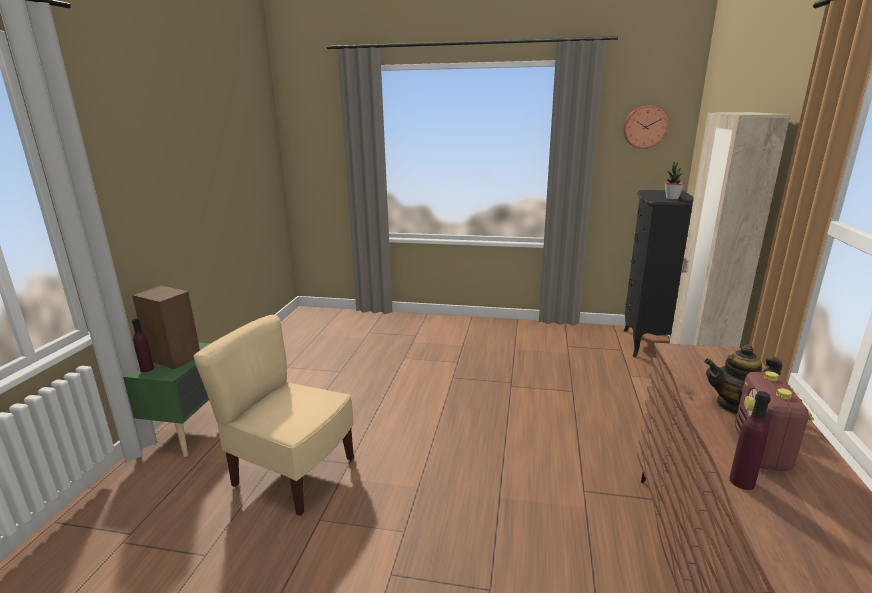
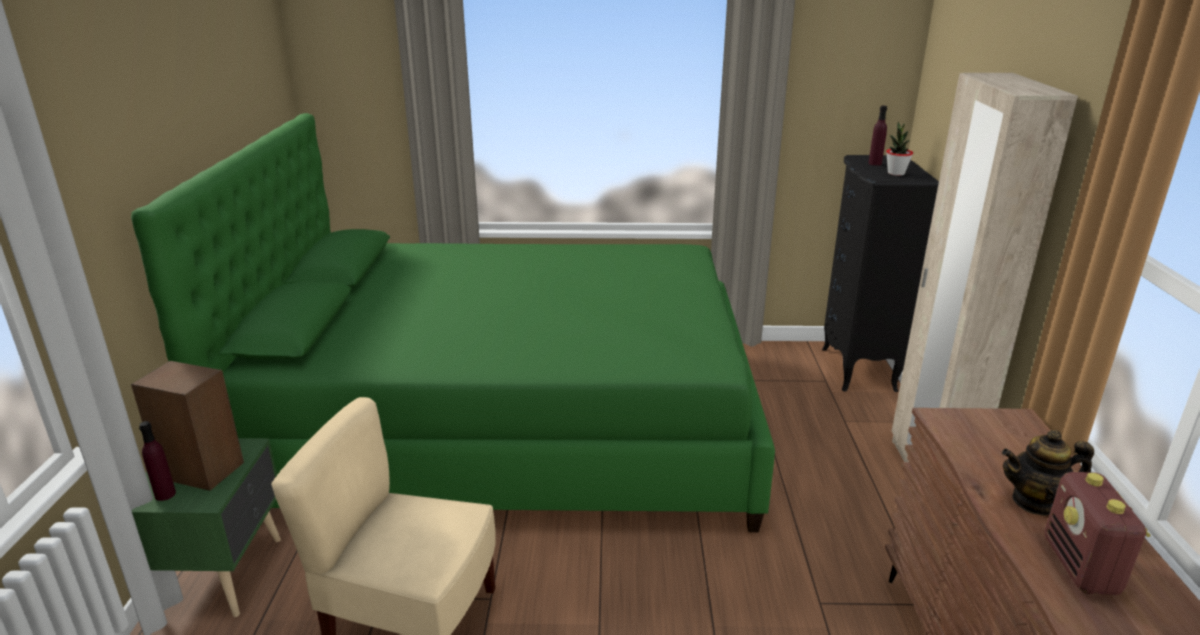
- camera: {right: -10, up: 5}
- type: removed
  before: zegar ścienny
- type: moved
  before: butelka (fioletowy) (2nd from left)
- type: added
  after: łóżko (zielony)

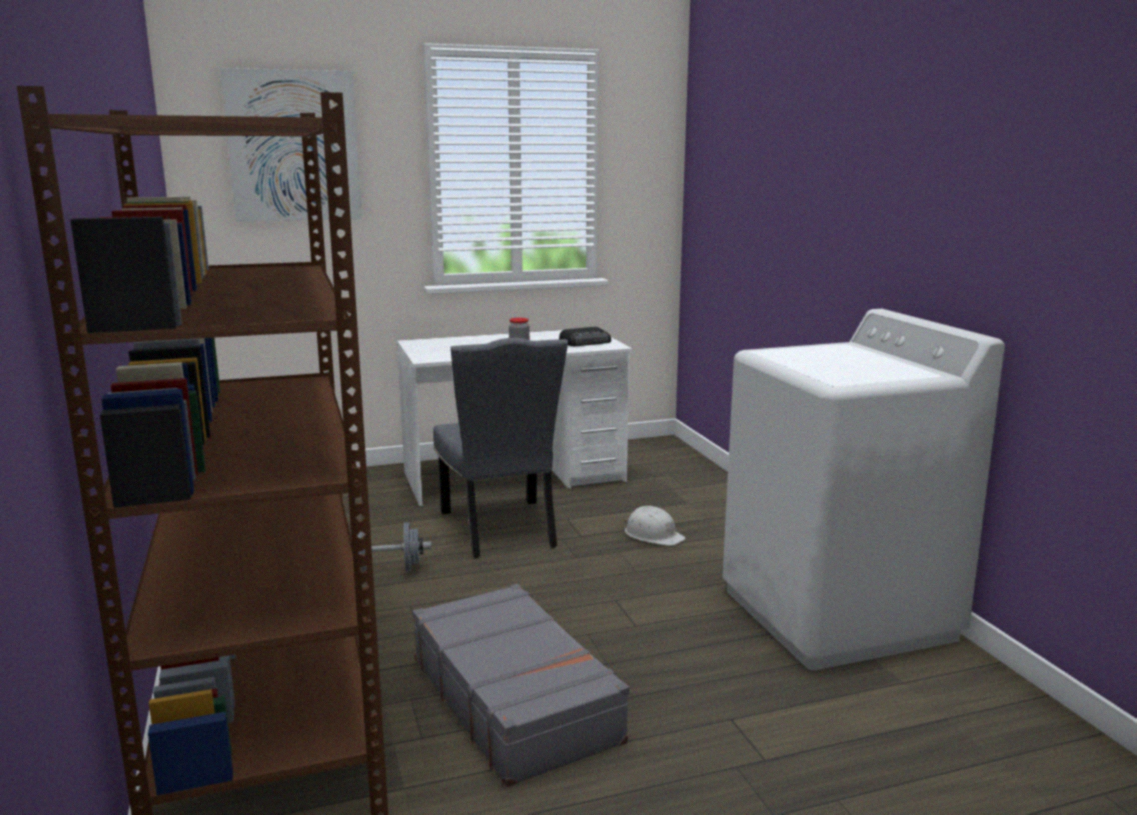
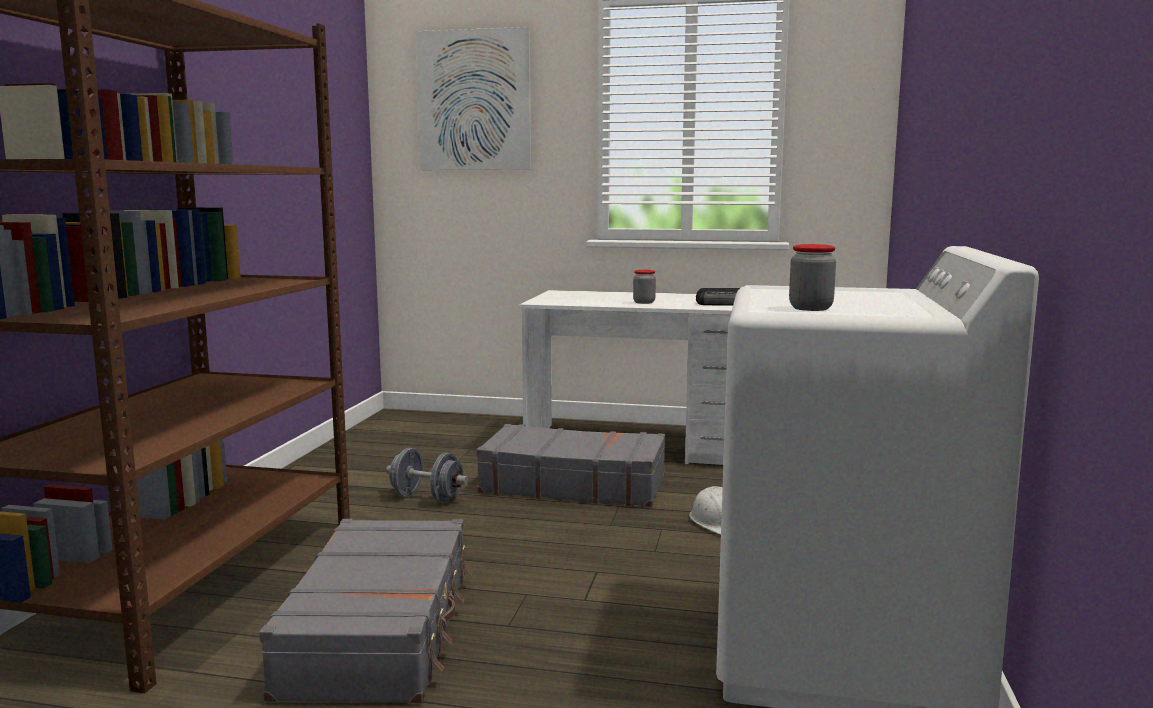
- camera: {right: 30, up: -5}
- type: replaced
  before: krzesło (szary)
  after: walizka (szary) (2nd from left)
- type: added
  after: słoik (2nd from left)

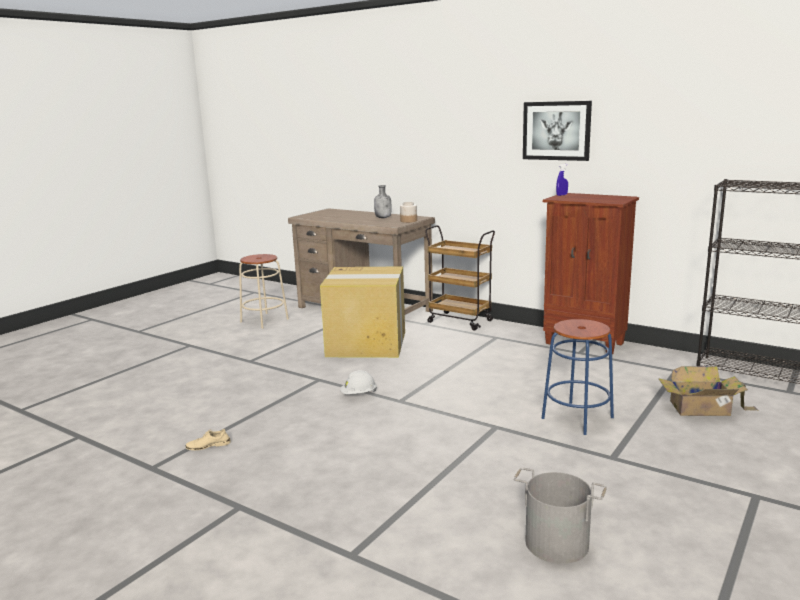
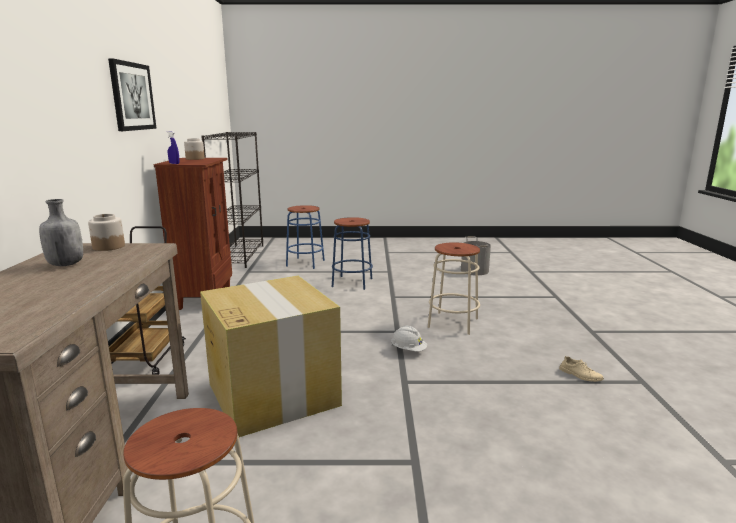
- camera: {right: -125, up: 0}
- type: replaced
  before: karton (2nd from left)
  after: stołek (niebieski) (1st from left)
- type: added
  after: słoik (2nd from left)
- type: added
  after: stołek (beżowy) (2nd from left)

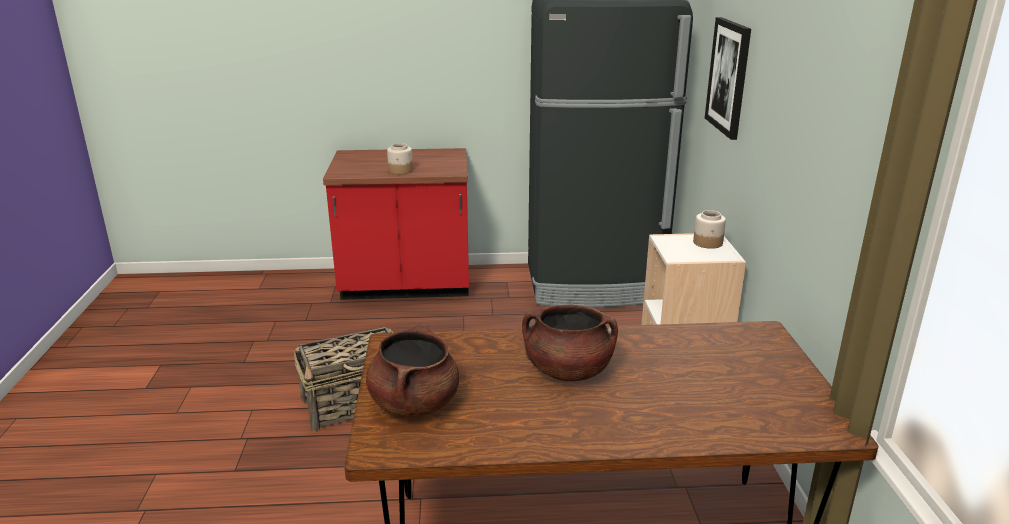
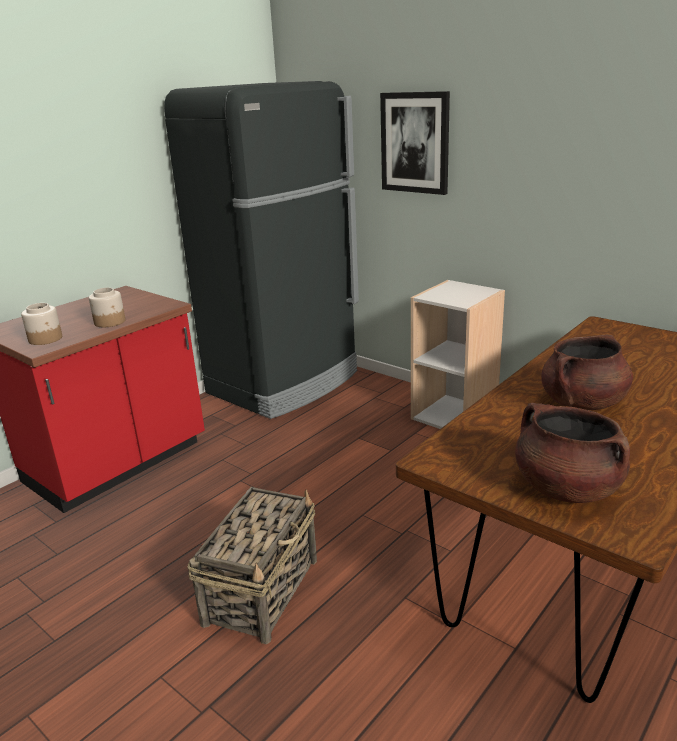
- camera: {right: -45, up: 0}
- type: moved
  before: słoik (2nd from left in the first image)
  after: słoik (1st from left)

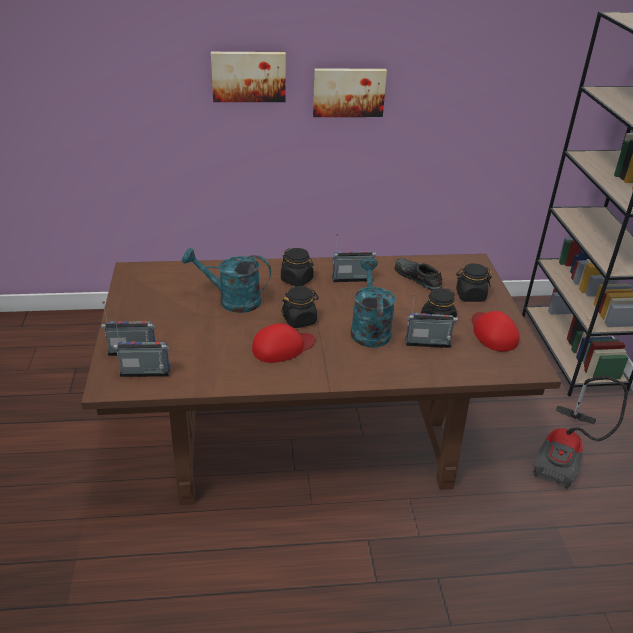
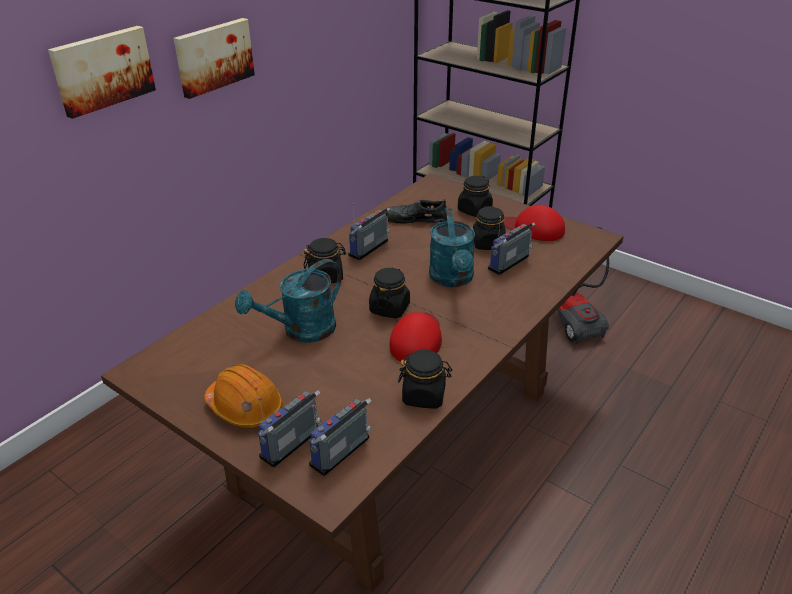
- camera: {right: -45, up: 0}
- type: turned
  before: konewka (turkusowy) (2nd from left)
  turn: -135
- type: added
  after: kask (pomarańczowy)
- type: added
  after: słoik (czarny) (3rd from left)

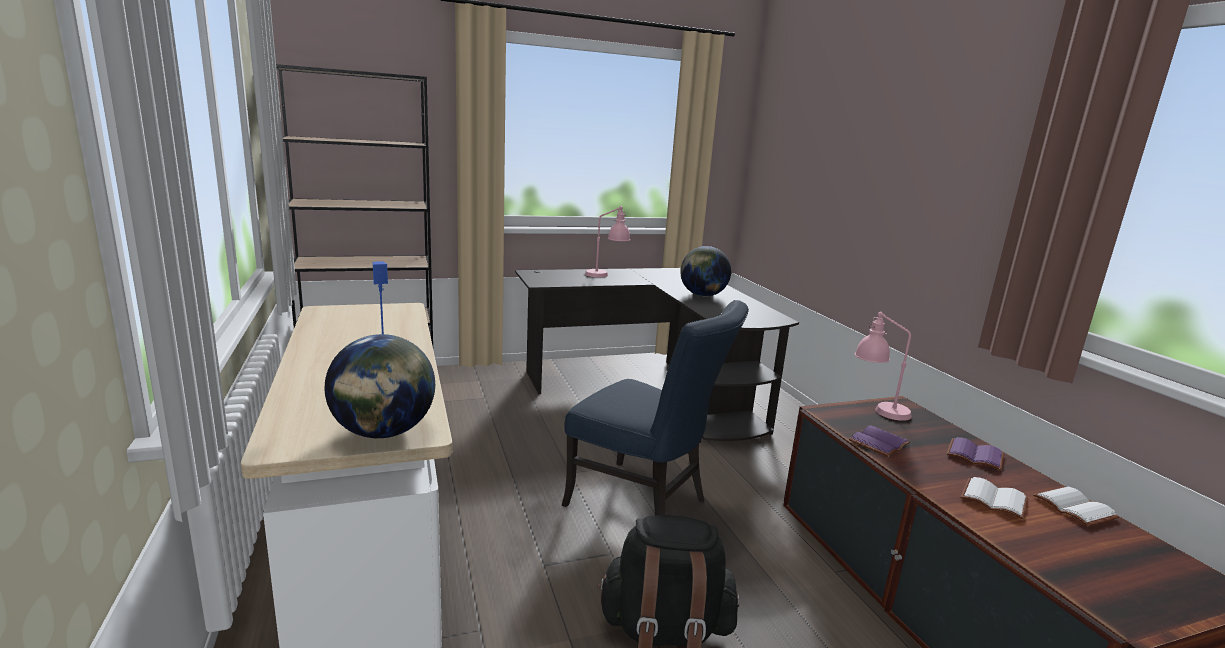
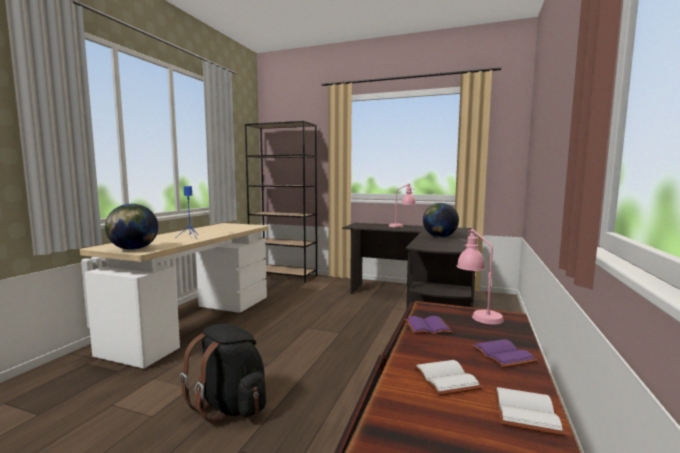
- camera: {right: 40, up: -10}
- type: removed
  before: krzesło (niebieski)

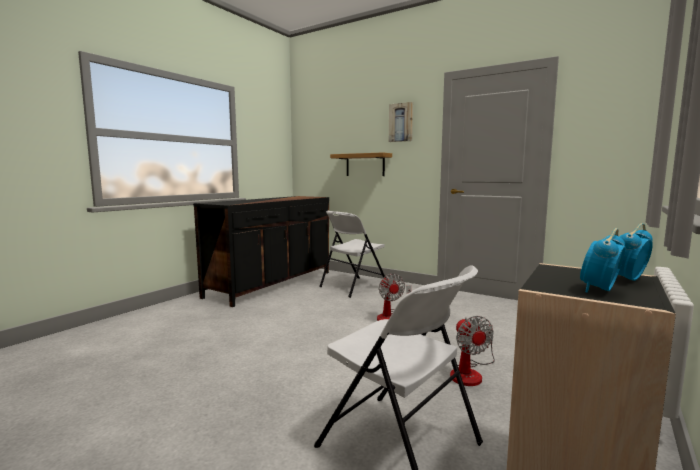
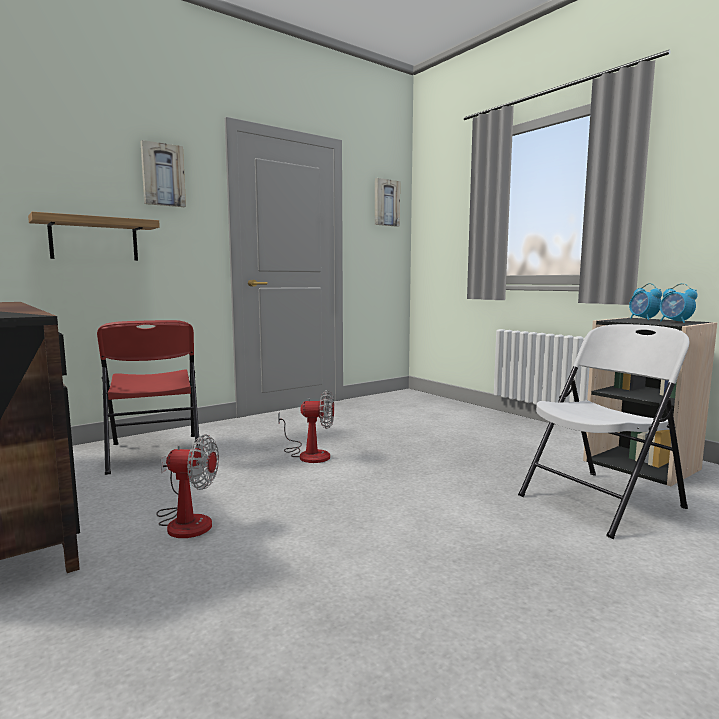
- camera: {right: -70, up: 0}
- type: recoloured
  before: krzesło (biały) (1st from left)
  after: krzesło (czerwony)
- type: moved
  before: wentylator (2nd from left in the first image)
  after: wentylator (1st from left)
- type: added
  after: obraz (2nd from left)

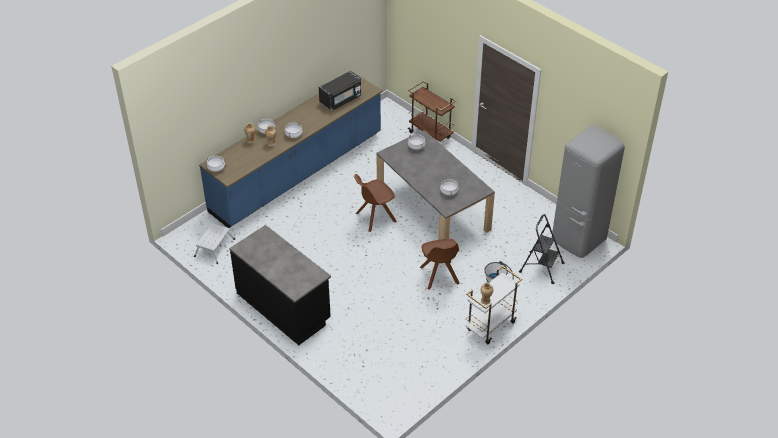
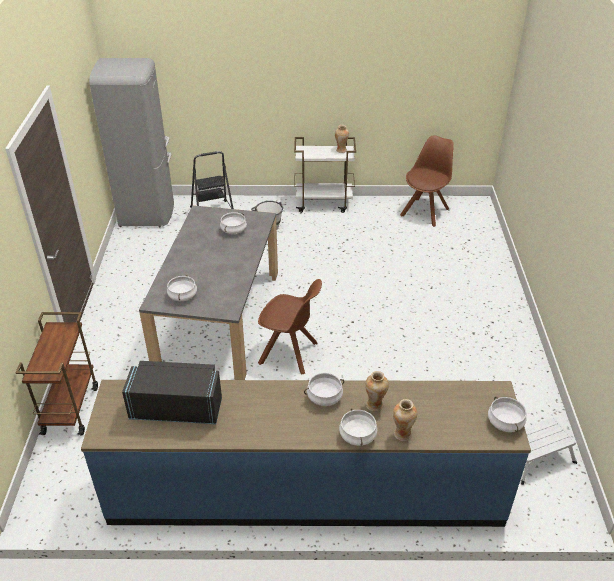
- camera: {right: -135, up: -5}
- type: removed
  before: zabudowa kuchenna (czarny)
- type: moved
  before: krzesło (brązowy) (2nd from left)

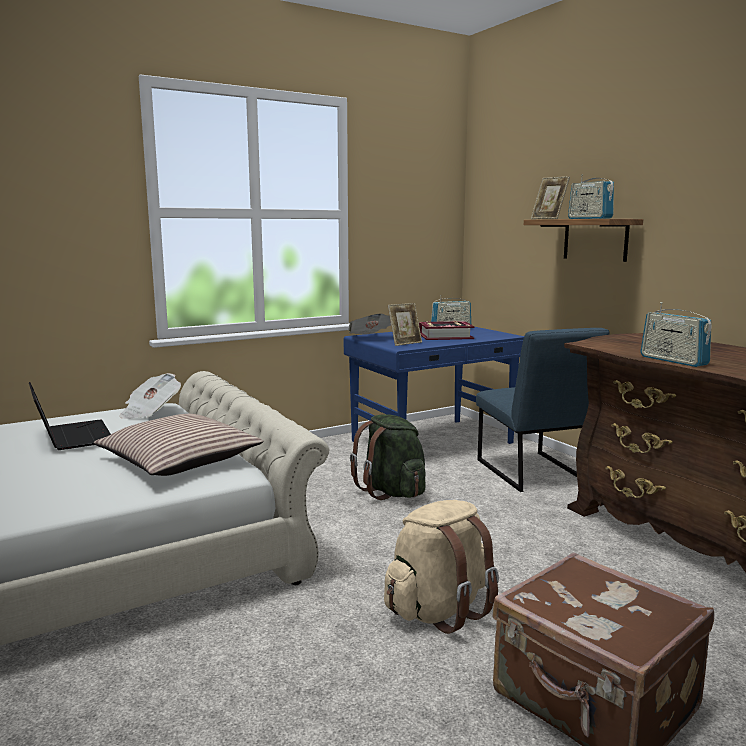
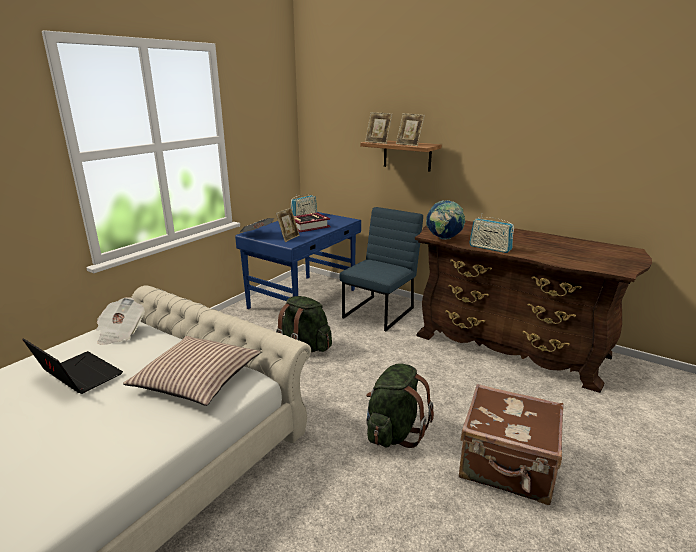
- camera: {right: -25, up: 10}
- type: recoloured
  before: plecak (beżowy)
  after: plecak (zielony) (2nd from left)
- type: turned
  before: krzesło (niebieski)
  turn: -105
- type: replaced
  before: radio (2nd from left)
  after: ramka na zdjęcie (3rd from left)
- type: added
  after: globus

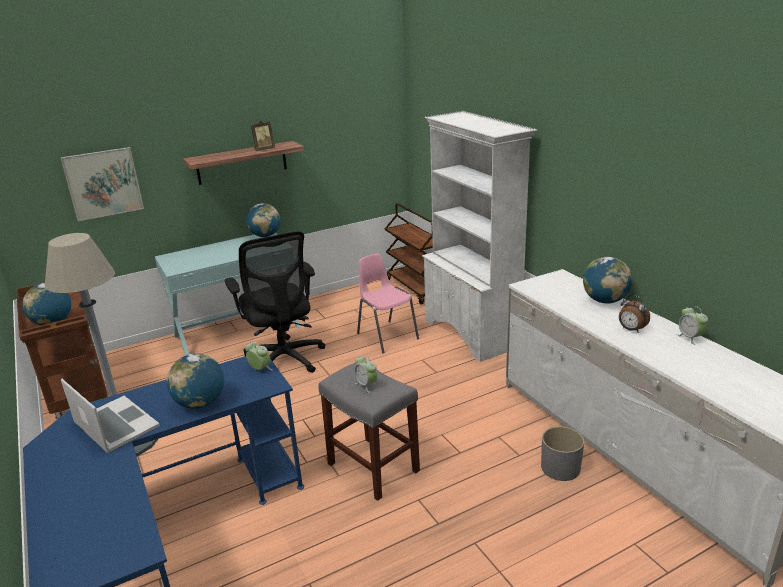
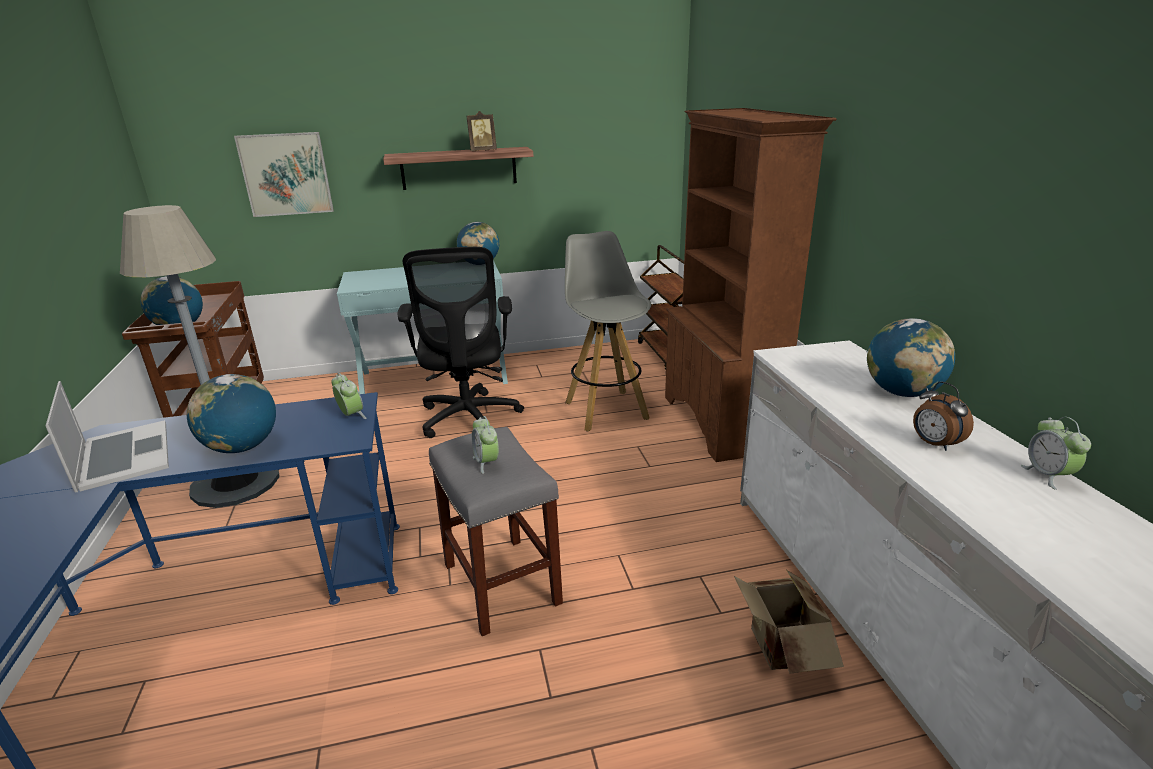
- camera: {right: 15, up: 0}
- type: replaced
  before: krzesło (różowy)
  after: stołek (szary) (2nd from left)
- type: recoloured
  before: regał (biały)
  after: regał (brązowy)
- type: replaced
  before: donica (szary)
  after: karton

